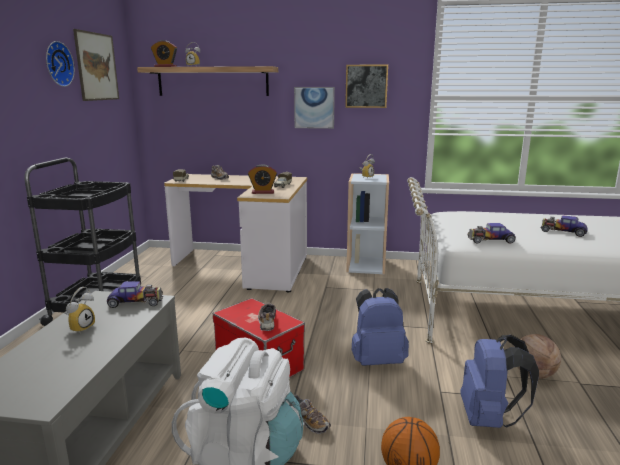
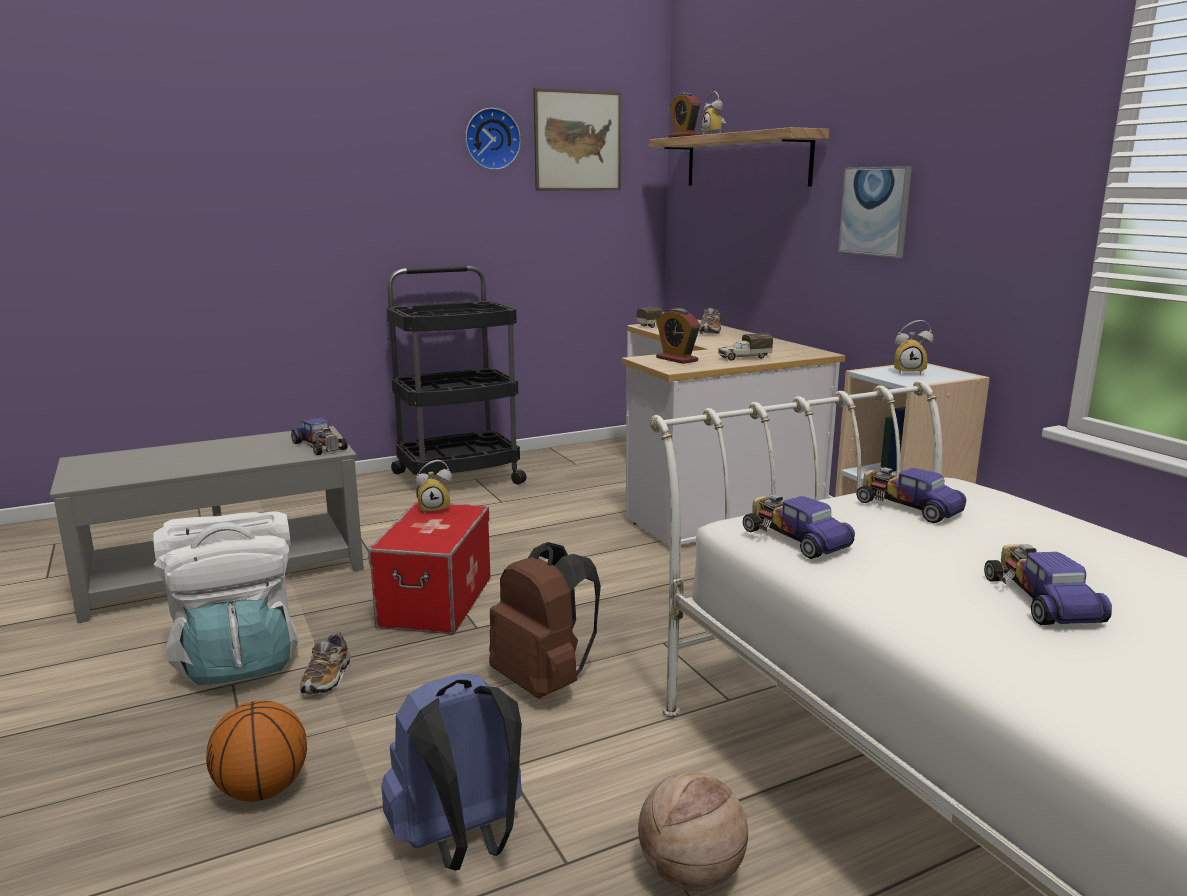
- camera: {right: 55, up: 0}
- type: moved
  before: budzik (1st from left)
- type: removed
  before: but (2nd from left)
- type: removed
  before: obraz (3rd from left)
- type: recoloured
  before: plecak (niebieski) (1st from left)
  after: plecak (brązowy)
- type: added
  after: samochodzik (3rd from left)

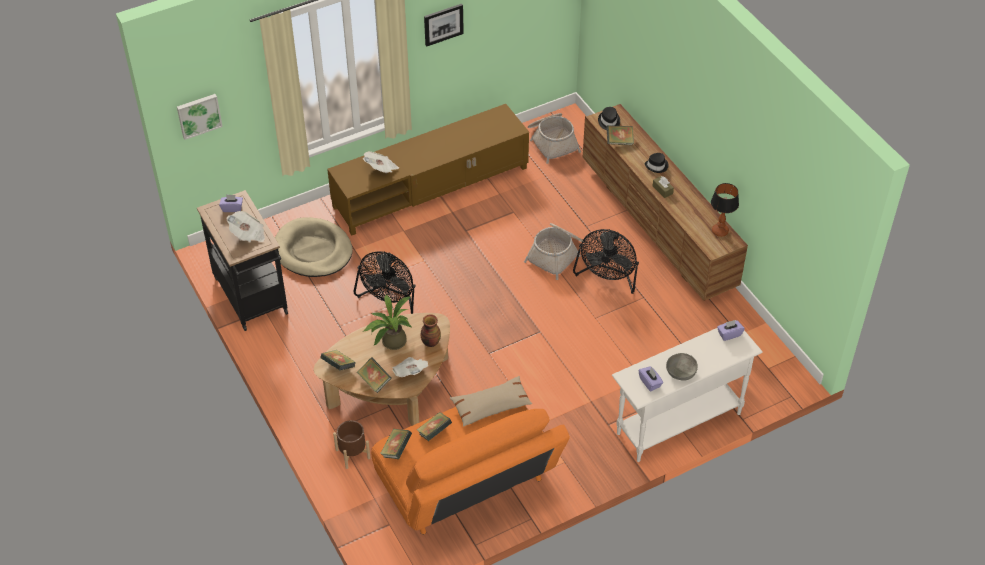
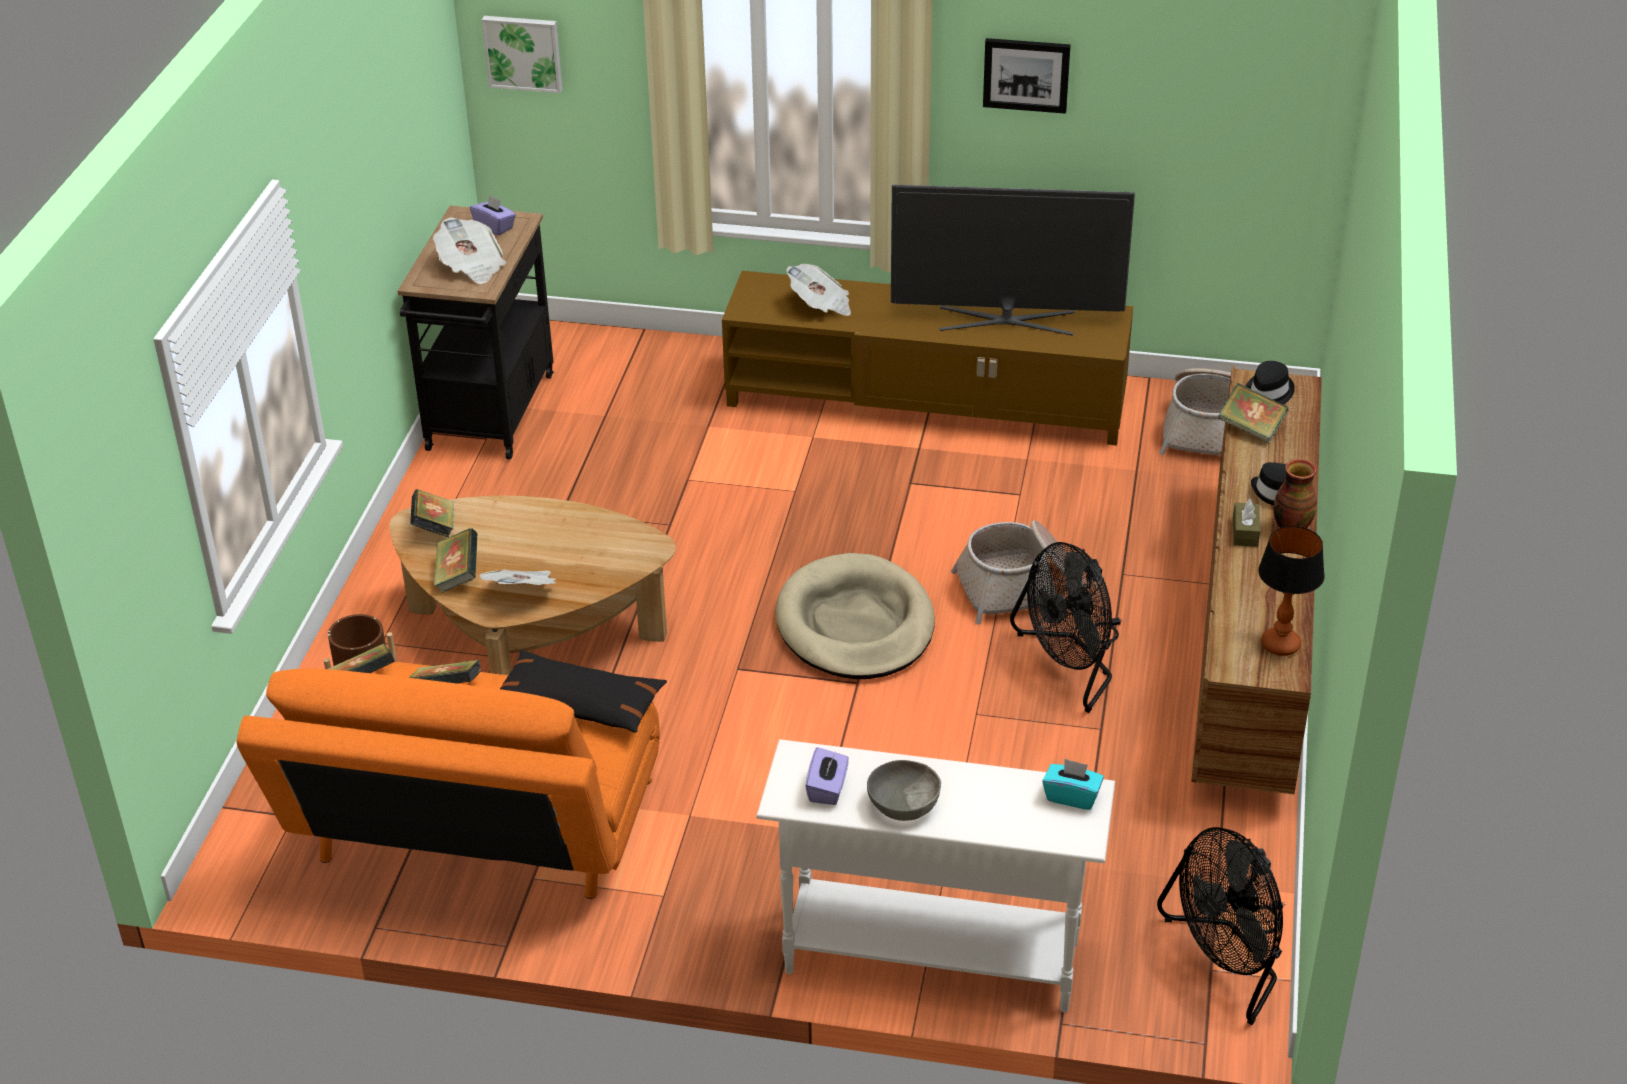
- camera: {right: 40, up: -10}
- type: moved
  before: legowisko (beżowy)
- type: moved
  before: wentylator (czarny) (1st from left in the first image)
  after: wentylator (czarny) (2nd from left)
- type: removed
  before: roślina doniczkowa
- type: moved
  before: wazon
- type: recoloured
  before: poduszka (beżowy)
  after: poduszka (czarny)
- type: recoloured
  before: pudełko chusteczek (fioletowy) (3rd from left)
  after: pudełko chusteczek (turkusowy)
- type: added
  after: telewizor

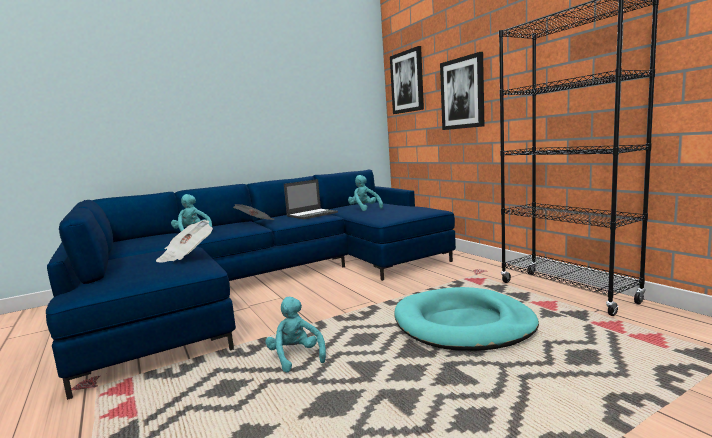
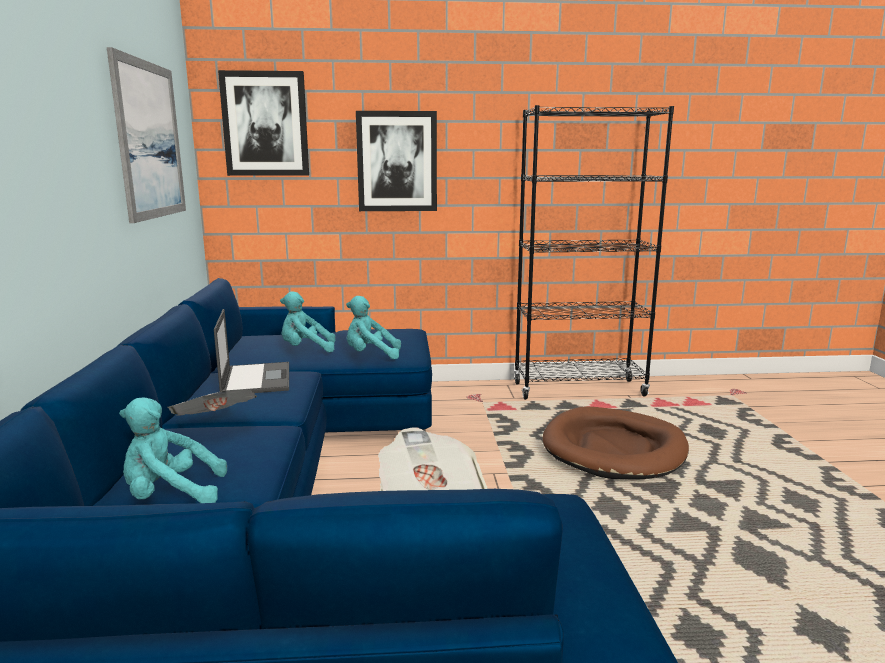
- camera: {right: -65, up: 5}
- type: moved
  before: pluszak (turkusowy) (2nd from left in the first image)
  after: pluszak (turkusowy) (3rd from left)
- type: recoloured
  before: legowisko (turkusowy)
  after: legowisko (brązowy)
- type: added
  after: obraz (1st from left)

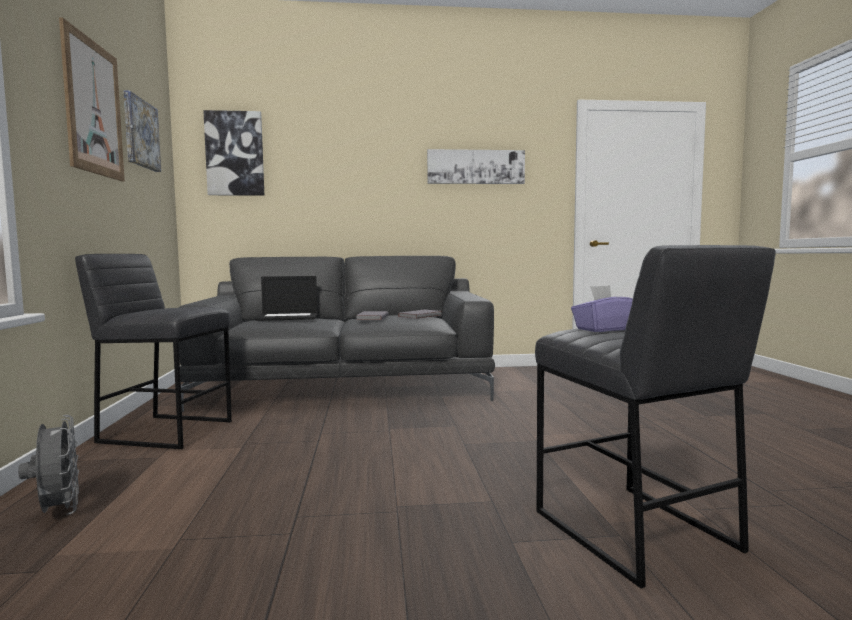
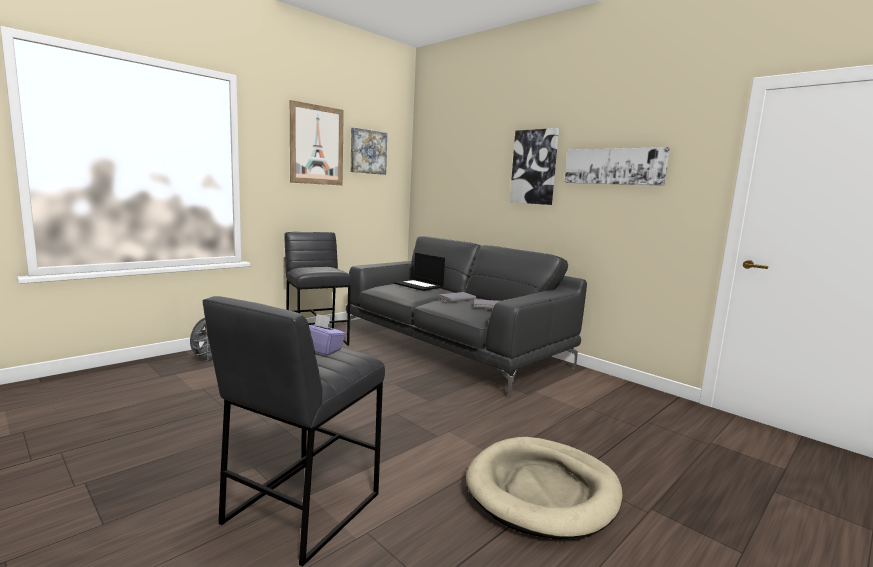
- camera: {right: 50, up: 5}
- type: moved
  before: obraz (3rd from left)
- type: added
  after: legowisko (beżowy)

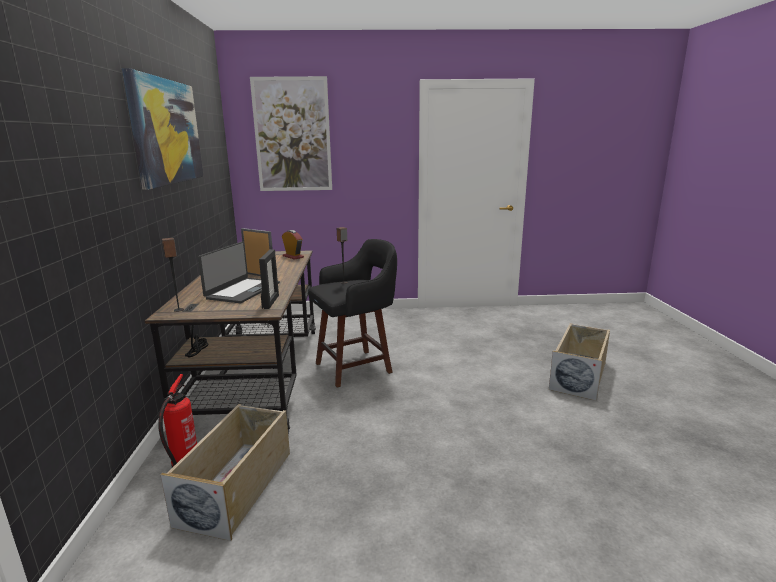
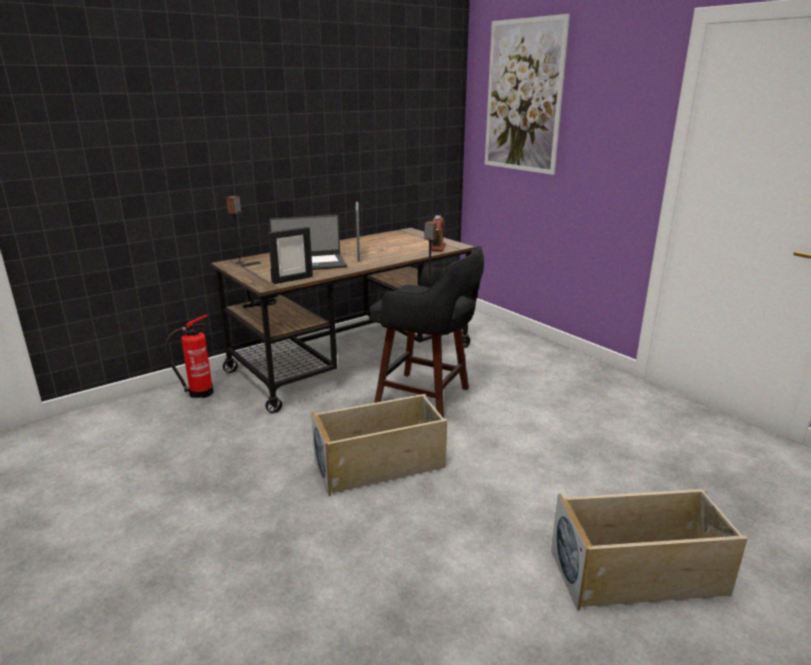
- camera: {right: 55, up: 5}
- type: removed
  before: obraz (1st from left)
- type: moved
  before: pojemnik do przechowywania (beżowy) (1st from left)

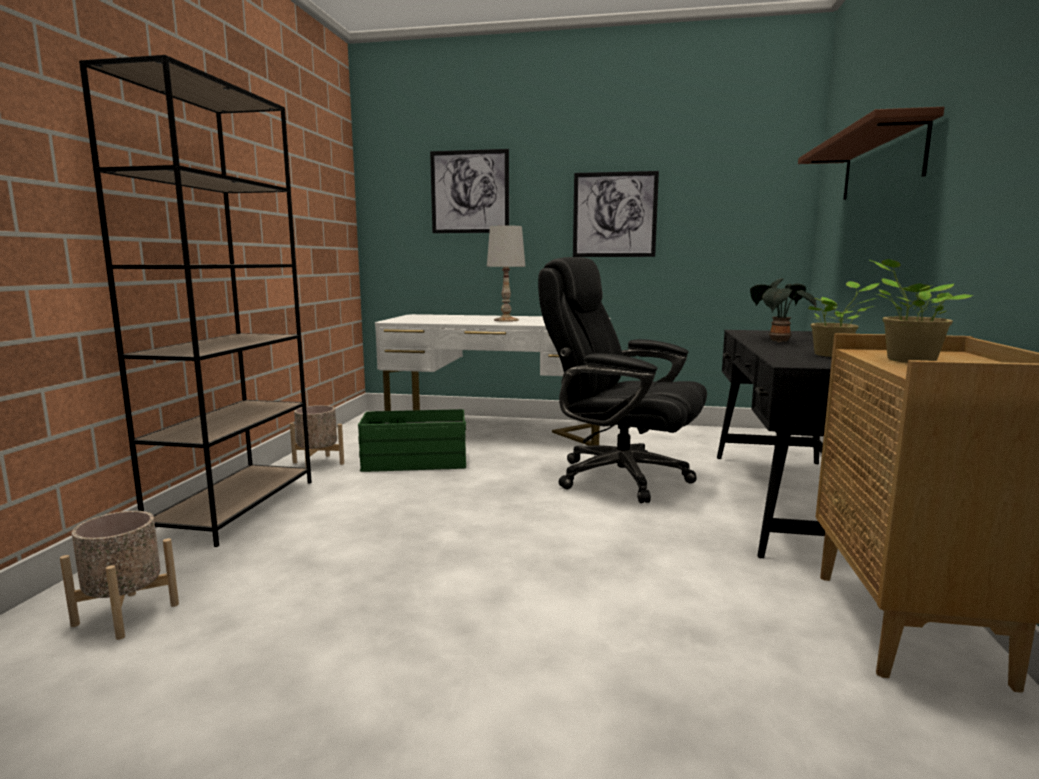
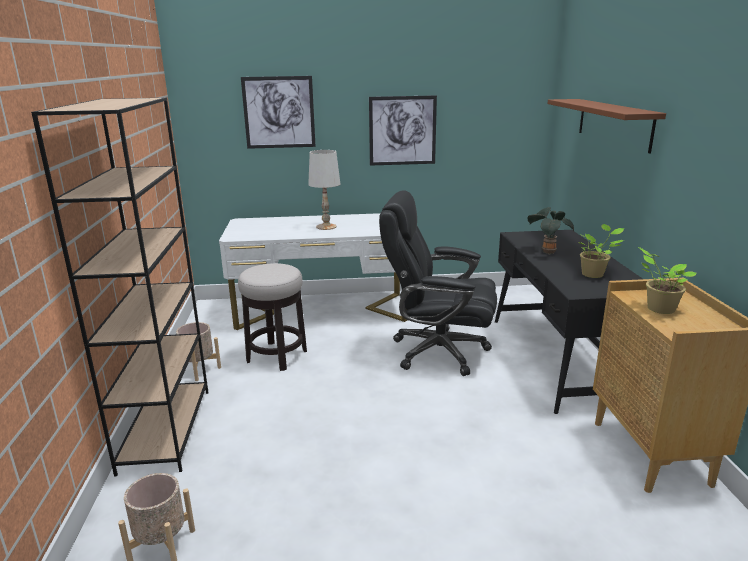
- camera: {right: -15, up: 10}
- type: replaced
  before: pojemnik do przechowywania (zielony)
  after: stołek

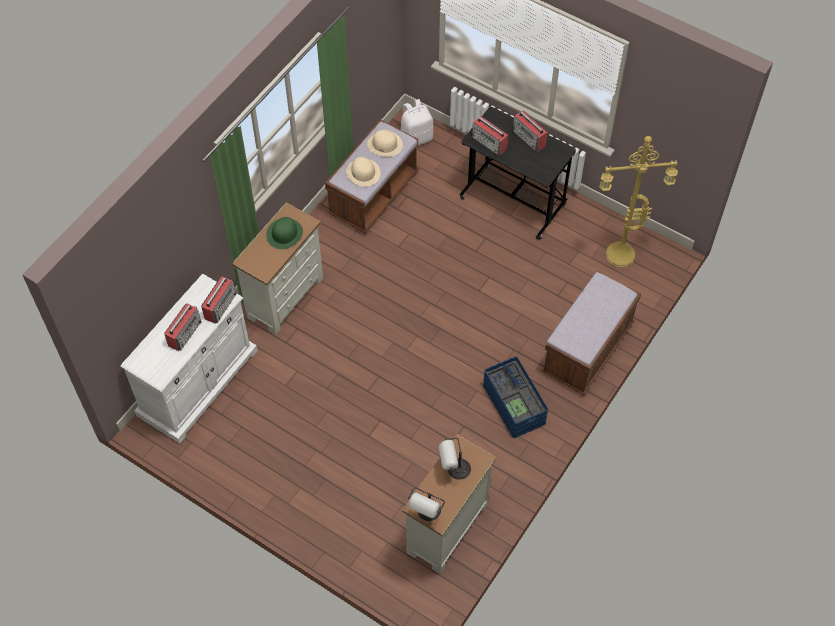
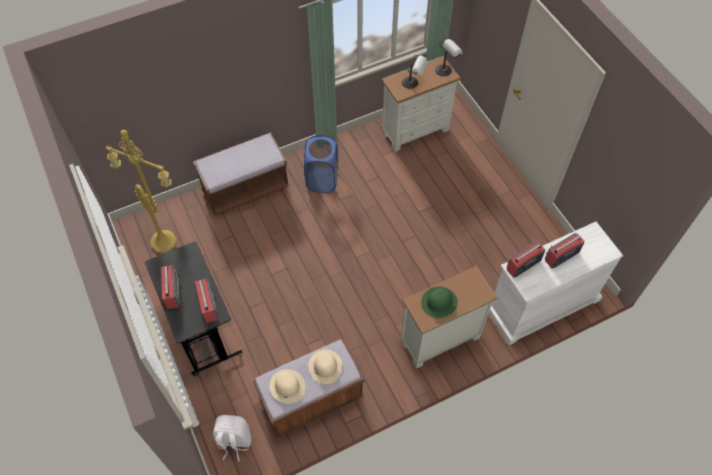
- camera: {right: -150, up: 0}
- type: replaced
  before: pojemnik do przechowywania (niebieski)
  after: kosz na pranie (niebieski)

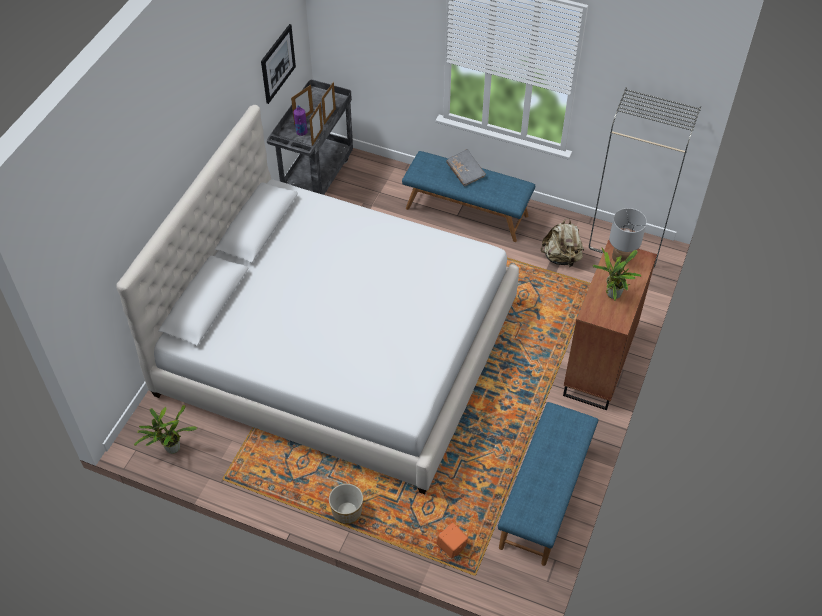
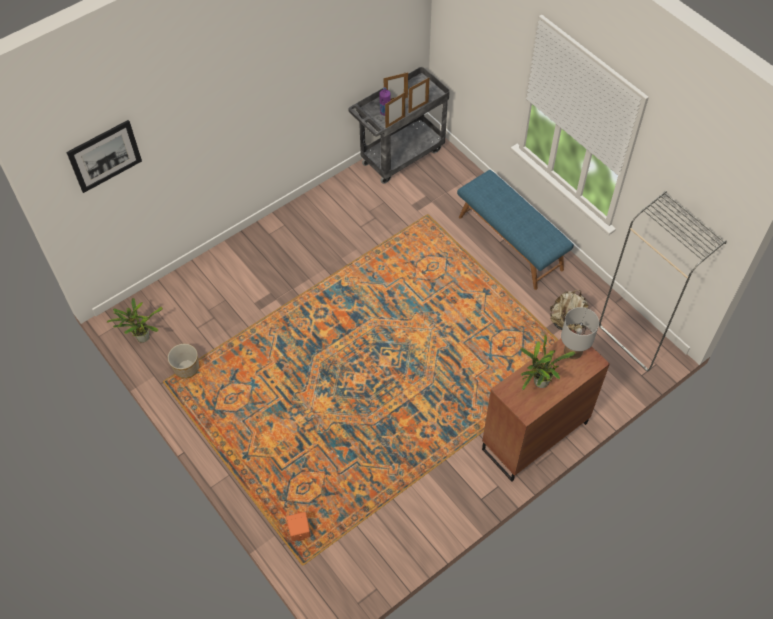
- camera: {right: 30, up: 5}
- type: removed
  before: łóżko (biały)
- type: moved
  before: obraz
- type: moved
  before: donica
- type: removed
  before: książka (szary)
- type: removed
  before: ławka (niebieski) (2nd from left)

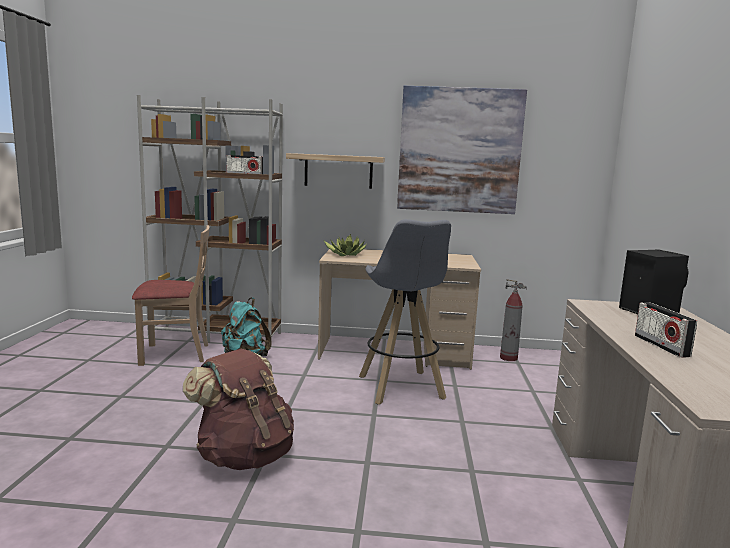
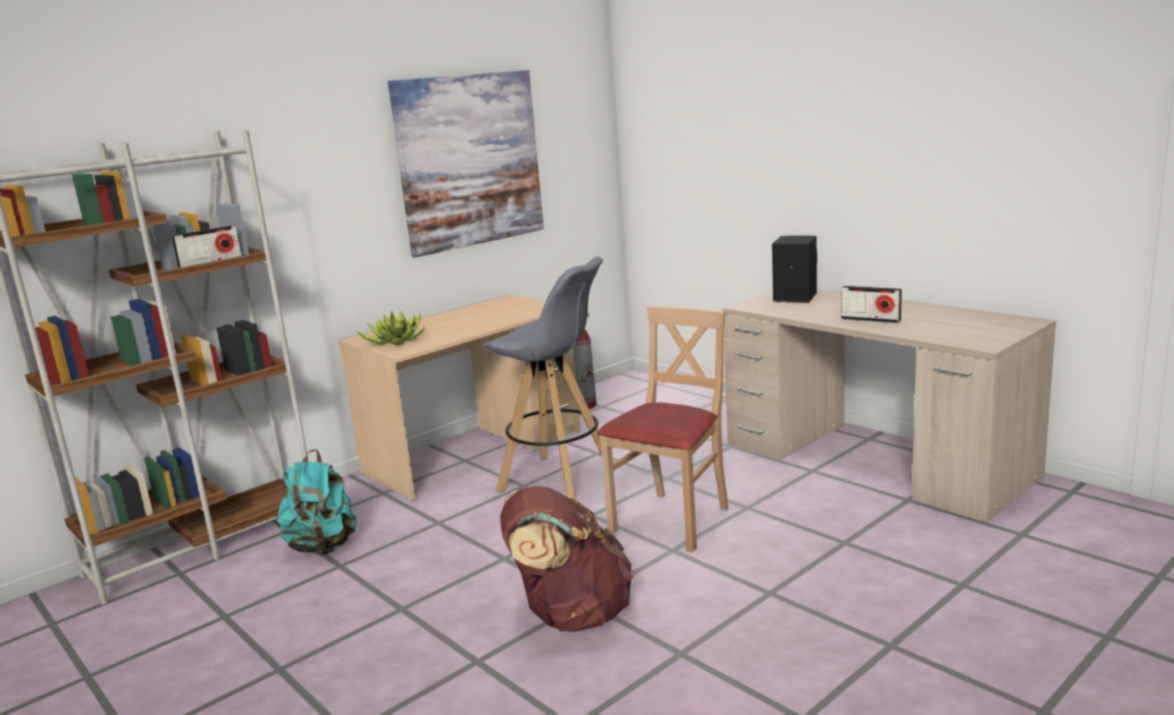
- camera: {right: -45, up: 5}
- type: moved
  before: krzesło (beżowy)
- type: removed
  before: półka

